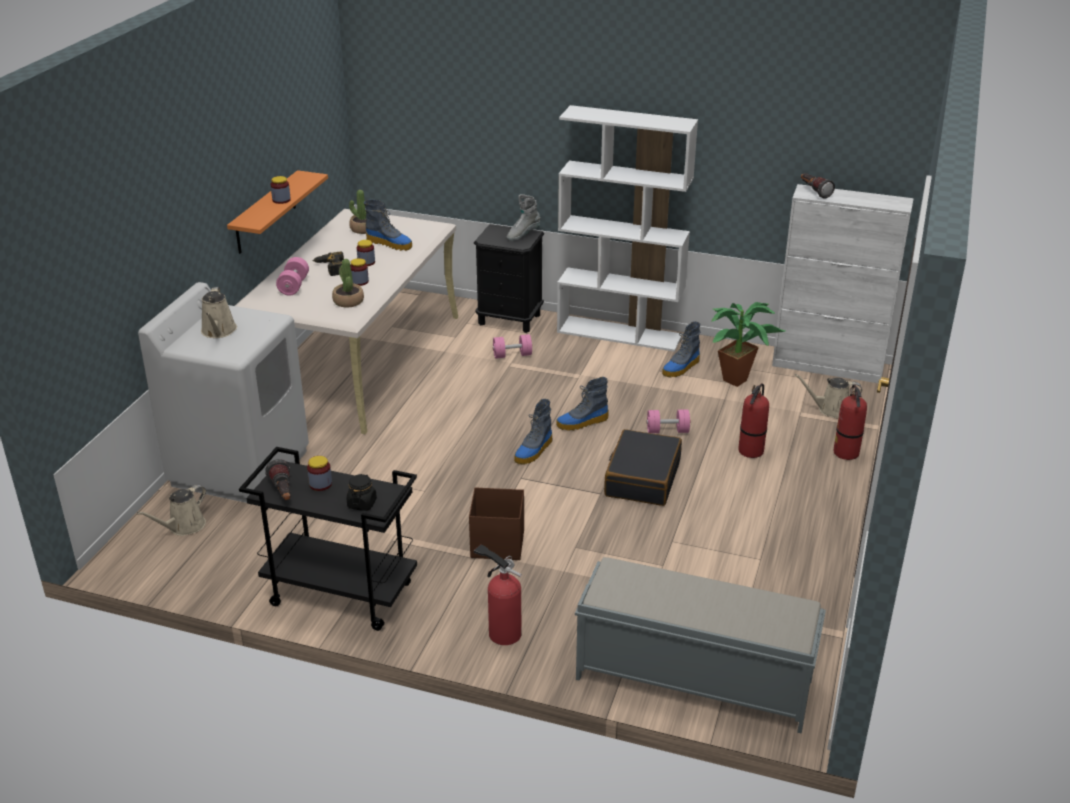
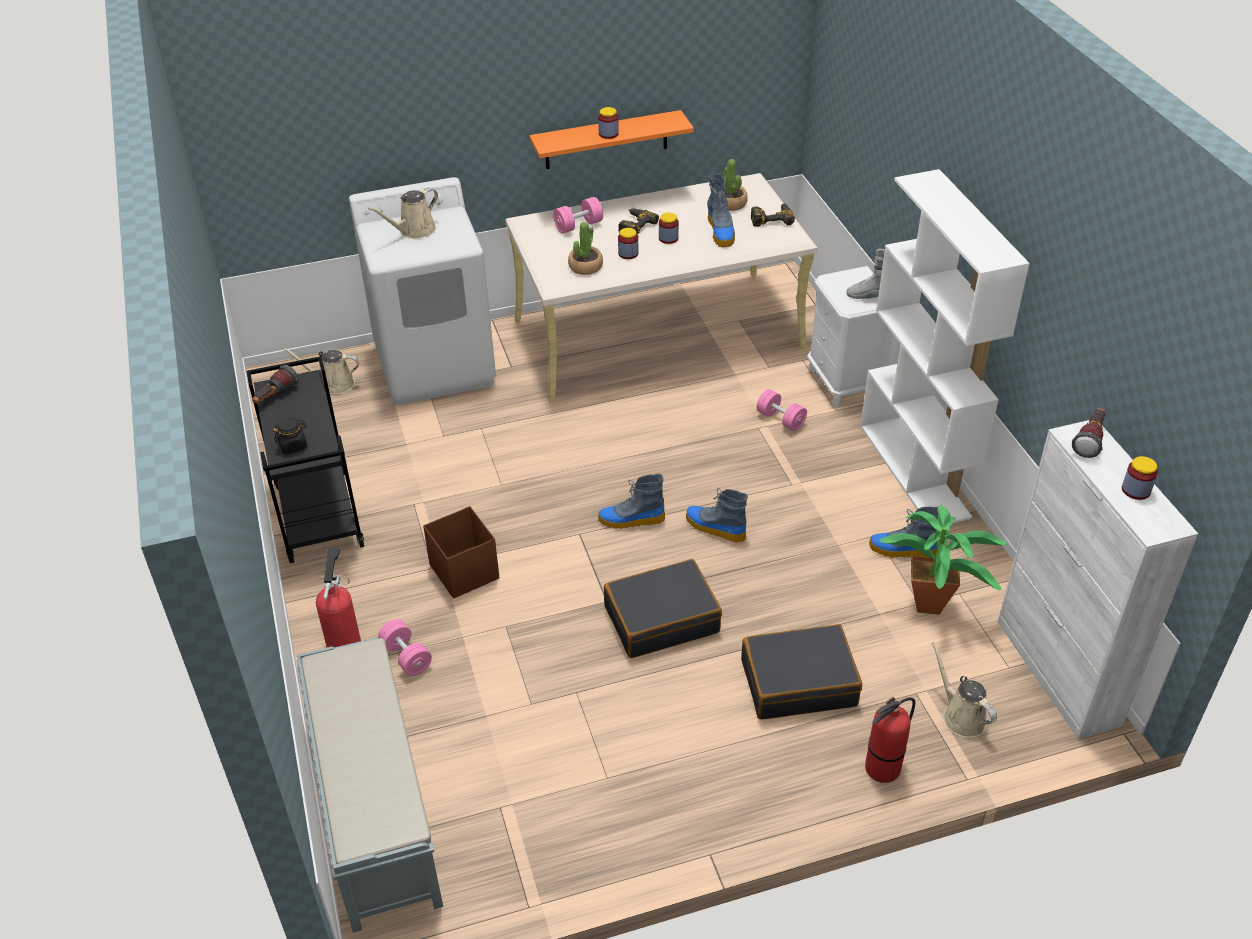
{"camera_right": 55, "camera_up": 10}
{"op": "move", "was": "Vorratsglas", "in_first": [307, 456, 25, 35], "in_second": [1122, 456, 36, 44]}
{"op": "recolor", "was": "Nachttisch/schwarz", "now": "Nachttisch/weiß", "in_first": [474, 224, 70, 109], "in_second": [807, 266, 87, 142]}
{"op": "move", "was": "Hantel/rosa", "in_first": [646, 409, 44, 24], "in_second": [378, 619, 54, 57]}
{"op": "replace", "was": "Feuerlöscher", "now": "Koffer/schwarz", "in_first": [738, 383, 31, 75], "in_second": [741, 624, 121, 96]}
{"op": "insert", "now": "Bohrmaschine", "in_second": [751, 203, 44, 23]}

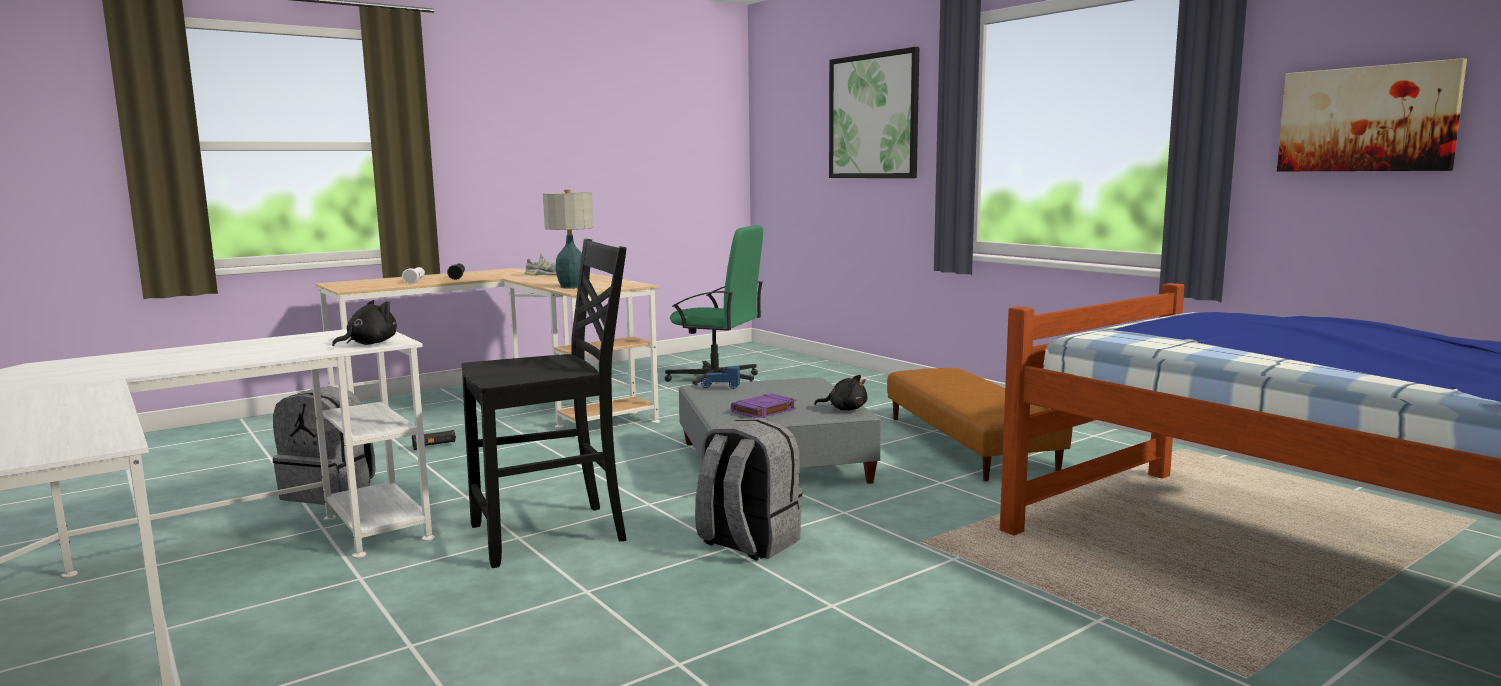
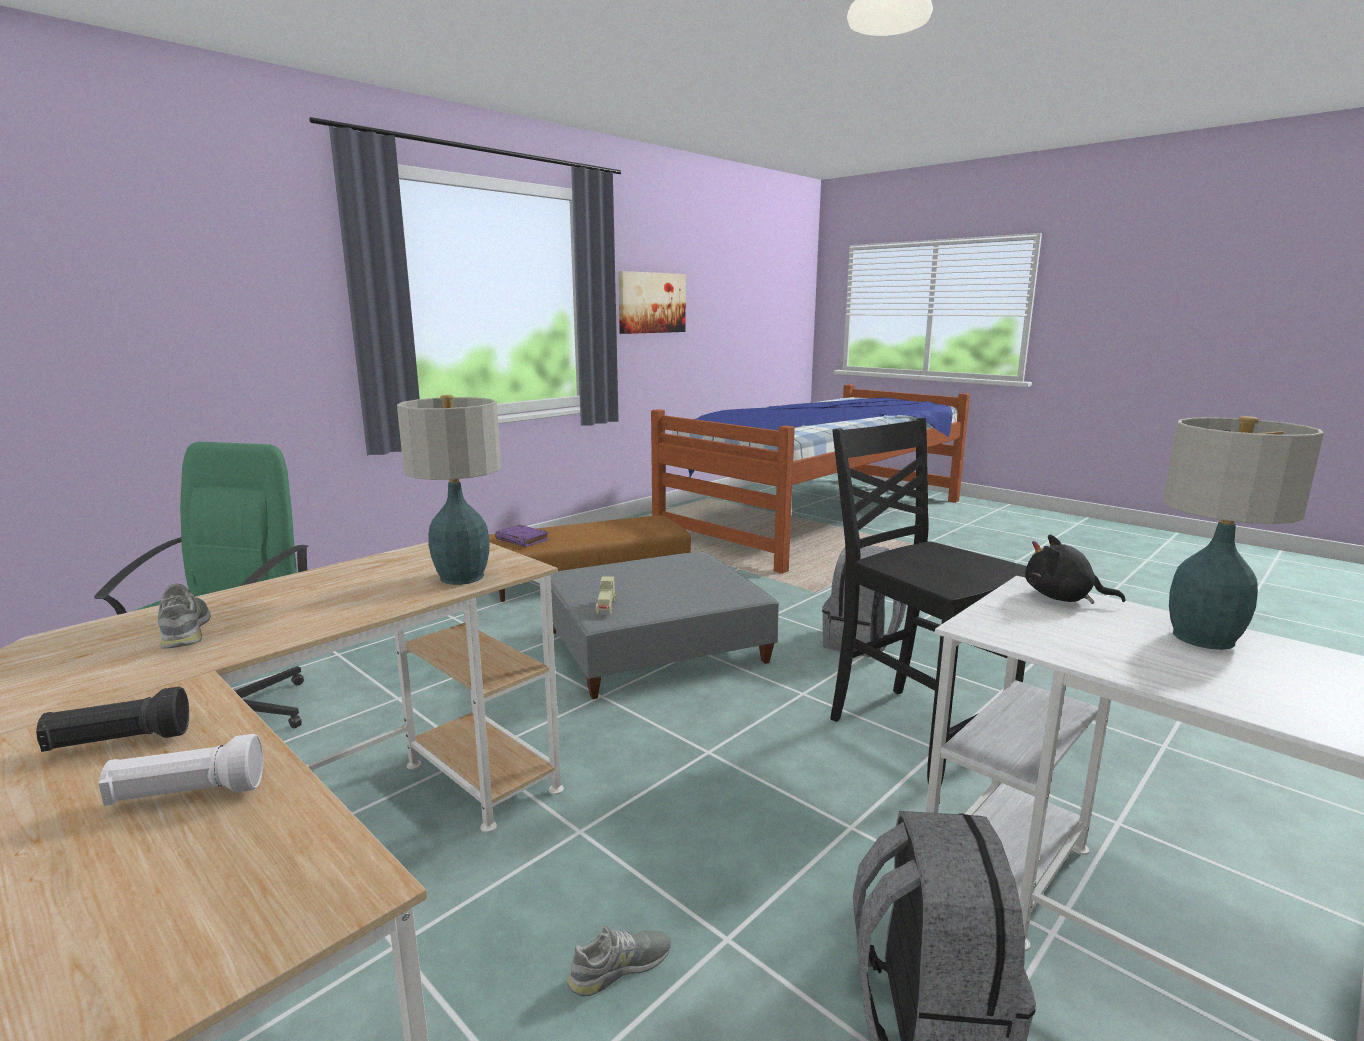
{"camera_right": -100, "camera_up": 5}
{"op": "replace", "was": "Taschenlampe/schwarz", "now": "Schuh/grau", "in_first": [412, 430, 44, 20], "in_second": [567, 925, 104, 71]}
{"op": "recolor", "was": "Spielzeugauto/blau", "now": "Spielzeugauto/beige", "in_first": [701, 366, 39, 23], "in_second": [596, 576, 20, 39]}
{"op": "move", "was": "Buch/lila", "in_first": [731, 393, 65, 25], "in_second": [495, 525, 54, 22]}
{"op": "delete", "was": "Plüschtier/schwarz", "in_first": [814, 375, 54, 35]}
{"op": "delete", "was": "Bild", "in_first": [829, 47, 90, 131]}
{"op": "insert", "now": "Tischlampe", "in_second": [1163, 416, 161, 234]}

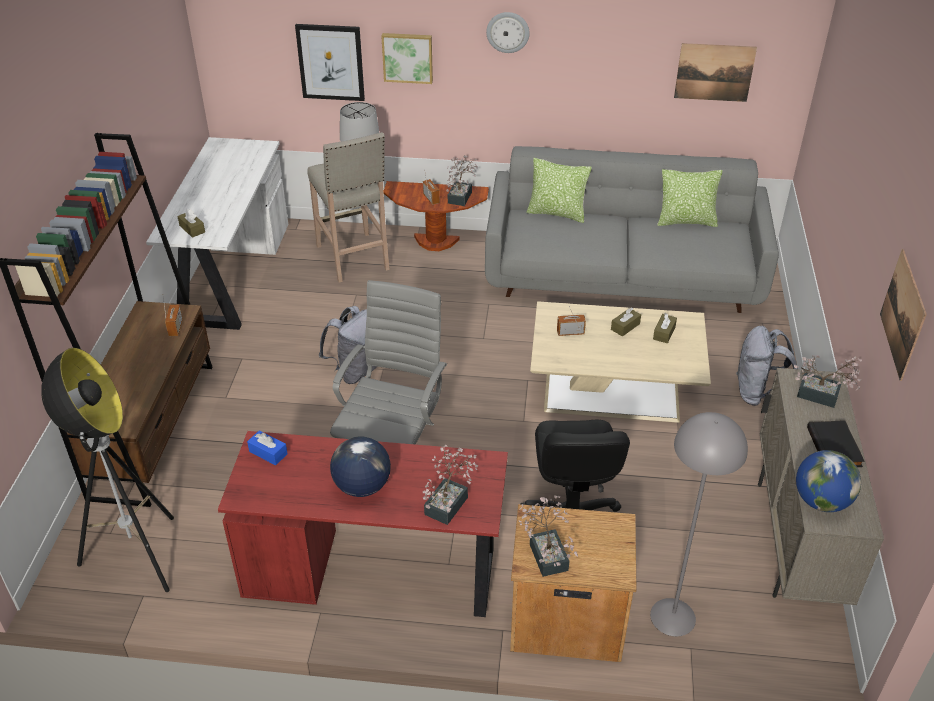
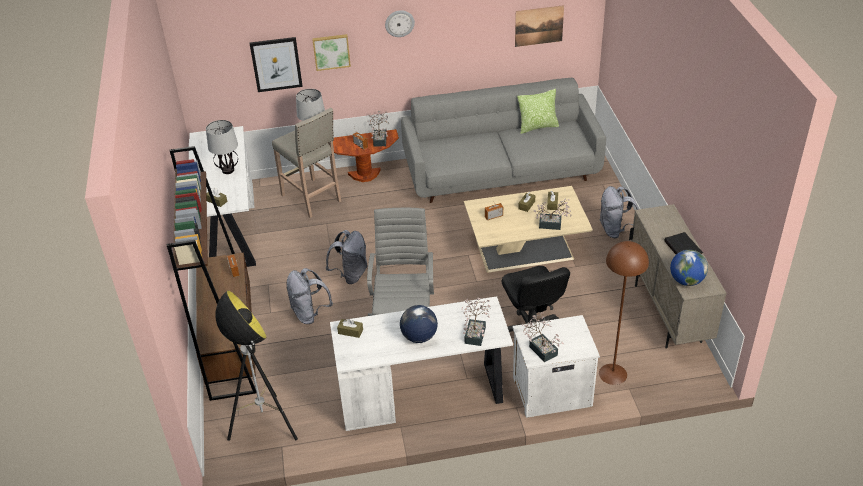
{"camera_right": -15, "camera_up": 0}
{"op": "recolor", "was": "Schreibtisch/rot", "now": "Schreibtisch/weiß", "in_first": [218, 431, 290, 186], "in_second": [330, 296, 183, 135]}
{"op": "recolor", "was": "Taschentuchbox/blau", "now": "Taschentuchbox/braun", "in_first": [247, 430, 41, 35], "in_second": [337, 319, 26, 19]}
{"op": "recolor", "was": "Nachttisch/braun", "now": "Nachttisch/weiß", "in_first": [510, 504, 126, 158], "in_second": [512, 315, 88, 103]}
{"op": "delete", "was": "Kissen", "in_first": [526, 158, 66, 65]}
{"op": "recolor", "was": "Stehlampe/grau", "now": "Stehlampe/braun", "in_first": [650, 412, 98, 224], "in_second": [599, 241, 50, 144]}
{"op": "move", "was": "Topfpflanze", "in_first": [794, 355, 68, 53], "in_second": [534, 198, 38, 32]}
{"op": "delete", "was": "Bild", "in_first": [880, 249, 47, 132]}
{"op": "insert", "now": "Tischlampe", "in_second": [206, 120, 32, 54]}
{"op": "insert", "now": "Rucksack/grau", "in_second": [287, 268, 46, 56]}

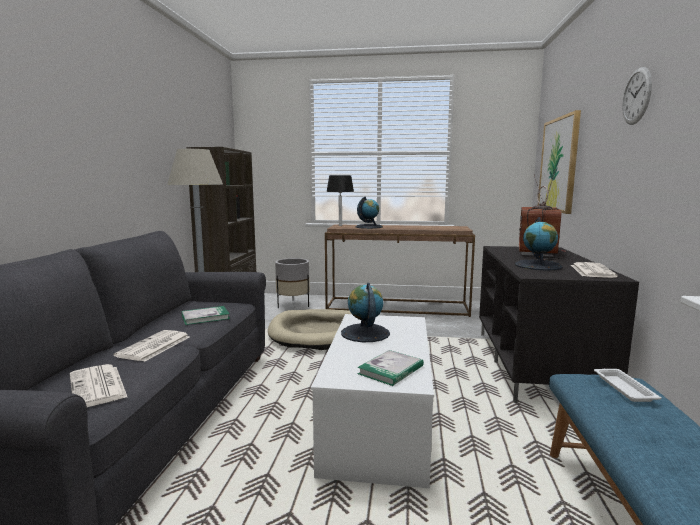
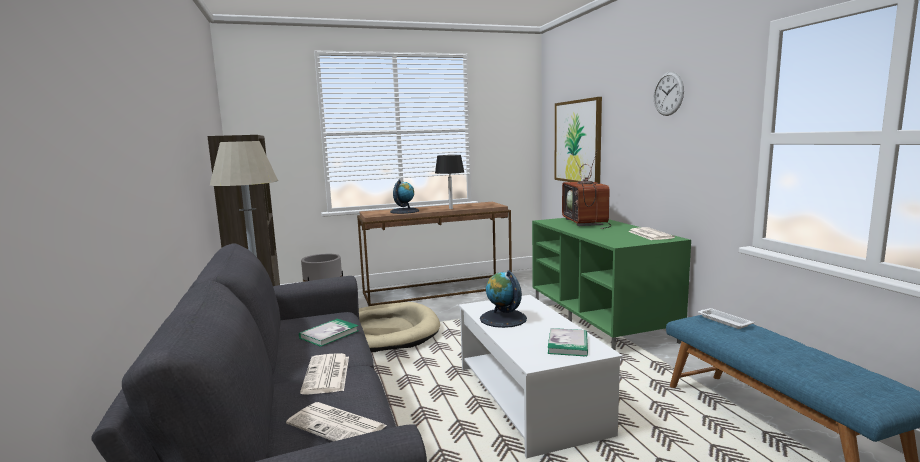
{"camera_right": -25, "camera_up": 0}
{"op": "move", "was": "Tischlampe/schwarz", "in_first": [327, 175, 27, 51], "in_second": [435, 155, 29, 54]}
{"op": "recolor", "was": "Fernsehschrank/schwarz", "now": "Fernsehschrank/grün", "in_first": [479, 246, 160, 157], "in_second": [532, 218, 159, 133]}
{"op": "delete", "was": "Globus", "in_first": [515, 217, 47, 53]}

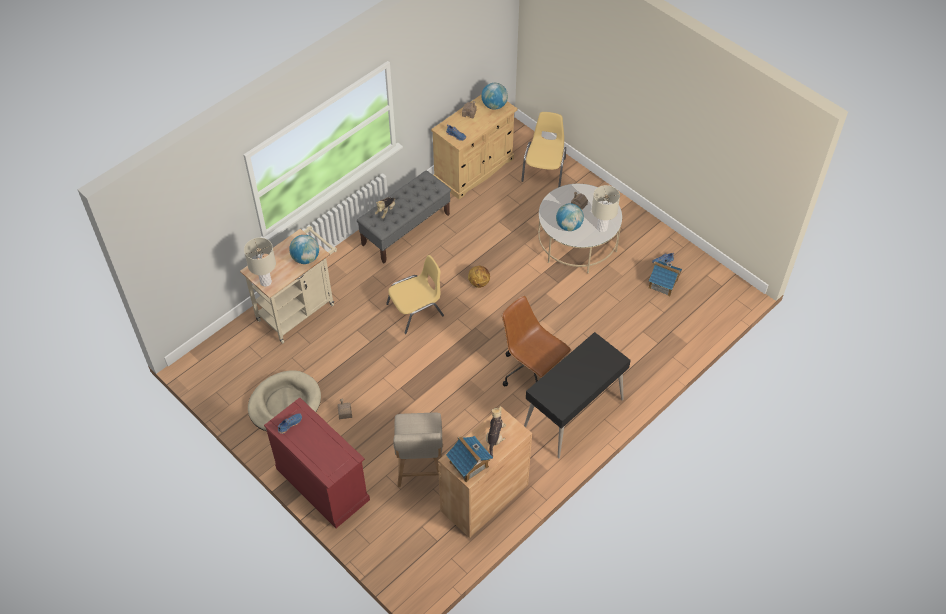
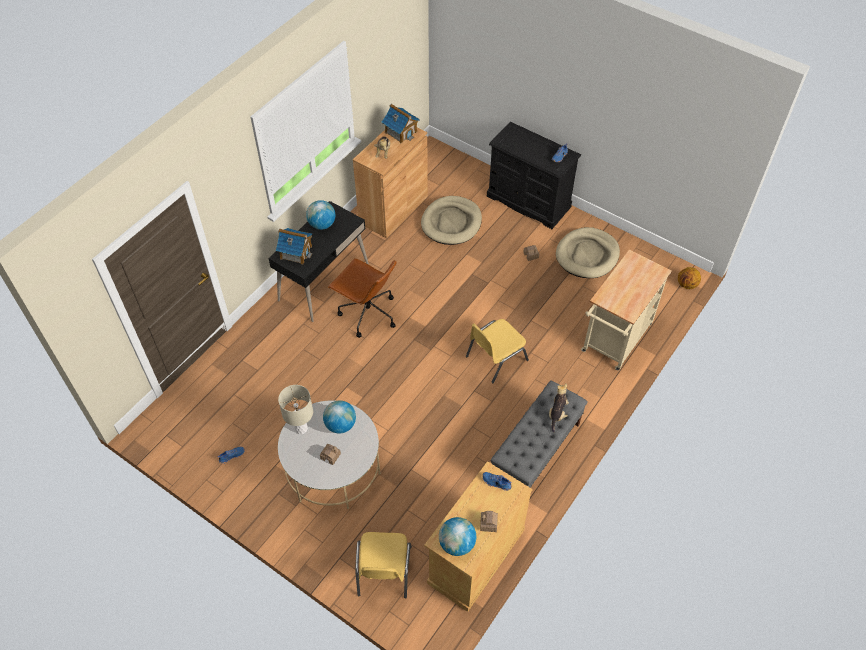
{"camera_right": 170, "camera_up": 0}
{"op": "delete", "was": "Tischlampe/beige", "in_first": [244, 238, 32, 49]}
{"op": "recolor", "was": "Kommode/rot", "now": "Kommode/schwarz", "in_first": [264, 398, 106, 130], "in_second": [487, 122, 94, 107]}
{"op": "move", "was": "Globus", "in_first": [289, 235, 30, 29], "in_second": [306, 200, 29, 30]}
{"op": "replace", "was": "Stuhl/beige", "now": "Hundebett/beige", "in_first": [393, 412, 50, 75], "in_second": [421, 196, 61, 49]}
{"op": "move", "was": "Basketball", "in_first": [468, 266, 22, 22], "in_second": [678, 267, 23, 22]}
{"op": "move", "was": "Spielzeughaus", "in_first": [648, 261, 34, 35], "in_second": [276, 228, 37, 36]}

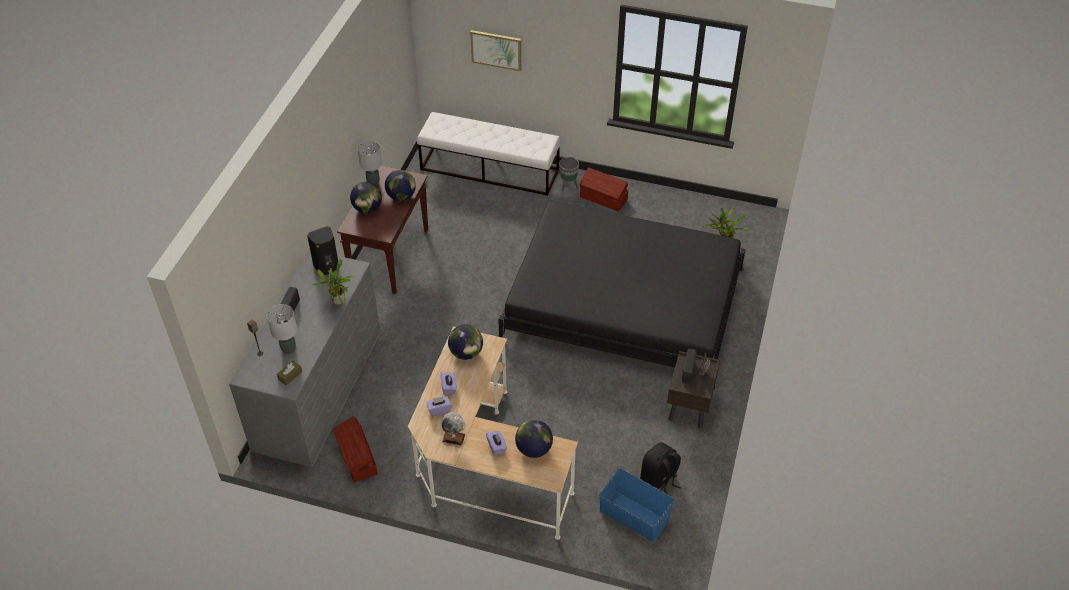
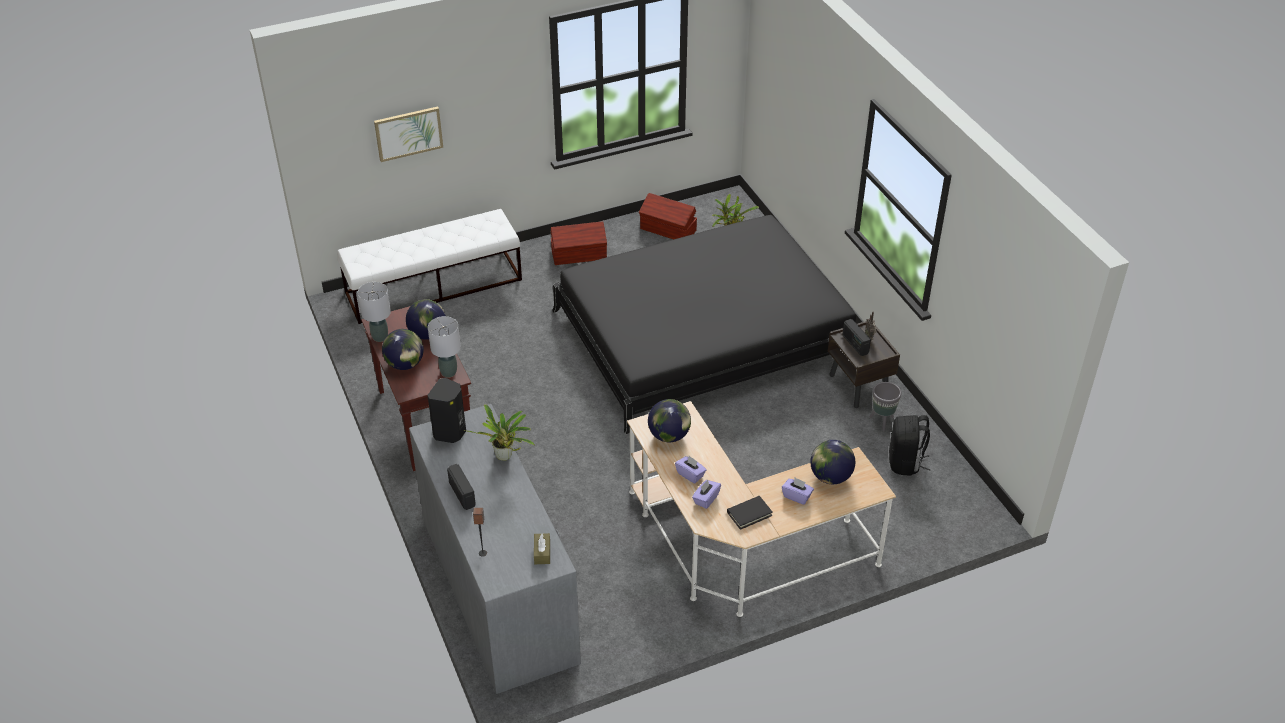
{"camera_right": -40, "camera_up": -5}
{"op": "move", "was": "Tischlampe/grau", "in_first": [267, 304, 30, 50], "in_second": [428, 316, 33, 62]}
{"op": "move", "was": "Aufbewahrungsbox/braun", "in_first": [333, 416, 45, 66], "in_second": [639, 193, 58, 46]}
{"op": "replace", "was": "Globus", "now": "Buch/schwarz", "in_first": [441, 412, 25, 33], "in_second": [727, 496, 46, 34]}
{"op": "move", "was": "Pflanzkübel/grau", "in_first": [559, 157, 20, 35], "in_second": [870, 382, 31, 49]}
{"op": "delete", "was": "Aufbewahrungsbox/blau", "in_first": [599, 468, 75, 74]}

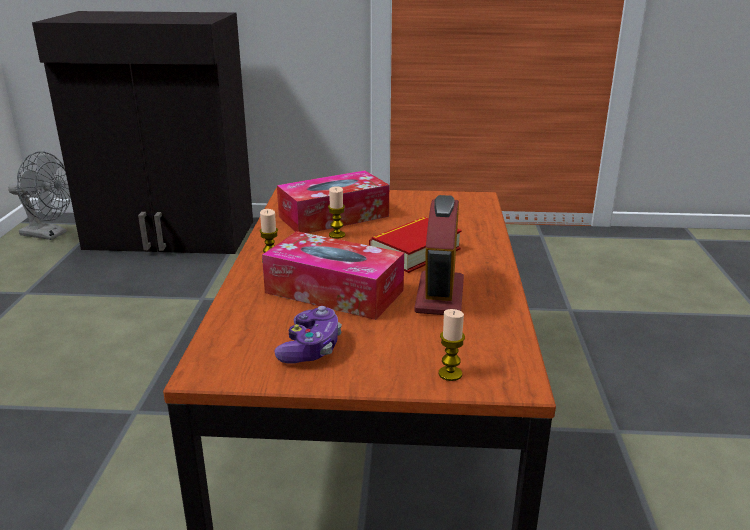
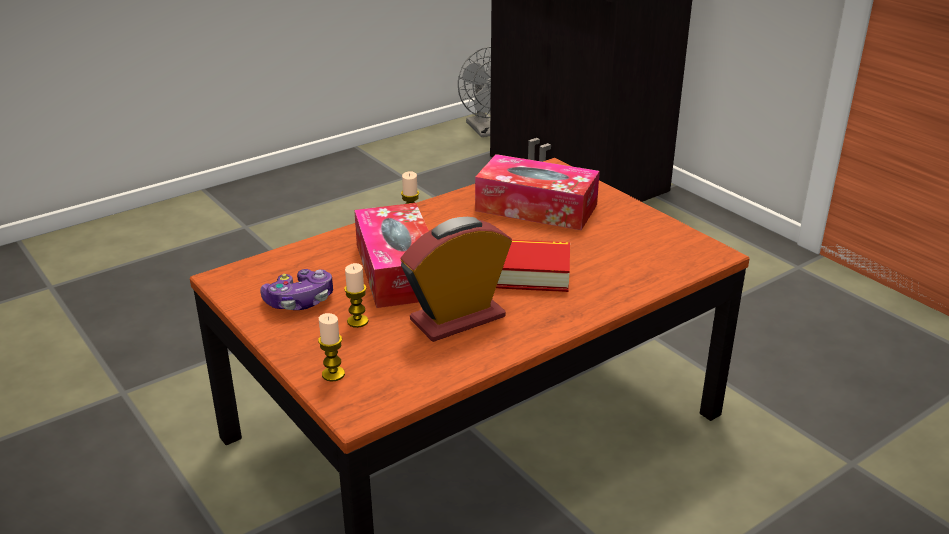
{"camera_right": 50, "camera_up": 5}
{"op": "move", "was": "Kerze", "in_first": [328, 186, 17, 52], "in_second": [344, 263, 24, 65]}

